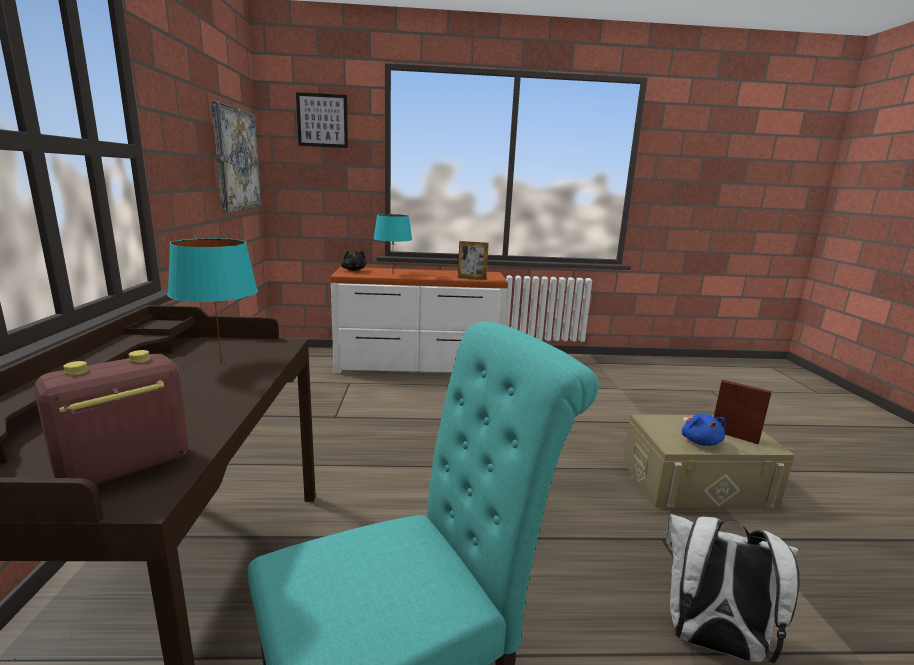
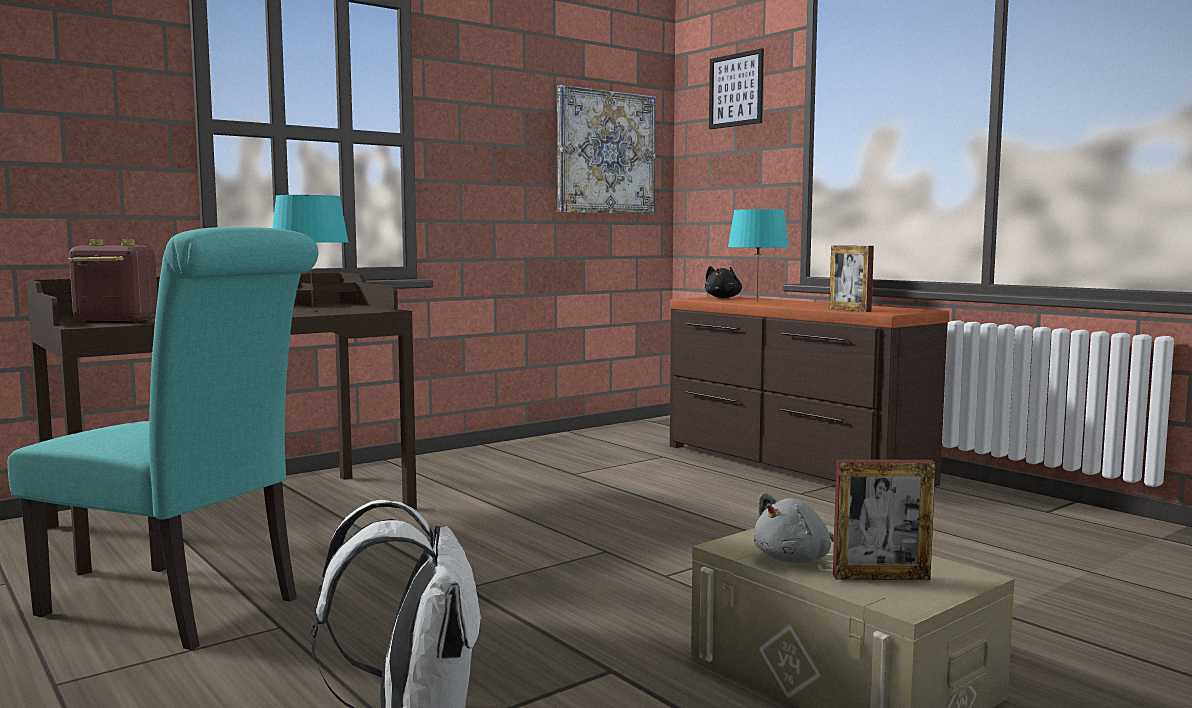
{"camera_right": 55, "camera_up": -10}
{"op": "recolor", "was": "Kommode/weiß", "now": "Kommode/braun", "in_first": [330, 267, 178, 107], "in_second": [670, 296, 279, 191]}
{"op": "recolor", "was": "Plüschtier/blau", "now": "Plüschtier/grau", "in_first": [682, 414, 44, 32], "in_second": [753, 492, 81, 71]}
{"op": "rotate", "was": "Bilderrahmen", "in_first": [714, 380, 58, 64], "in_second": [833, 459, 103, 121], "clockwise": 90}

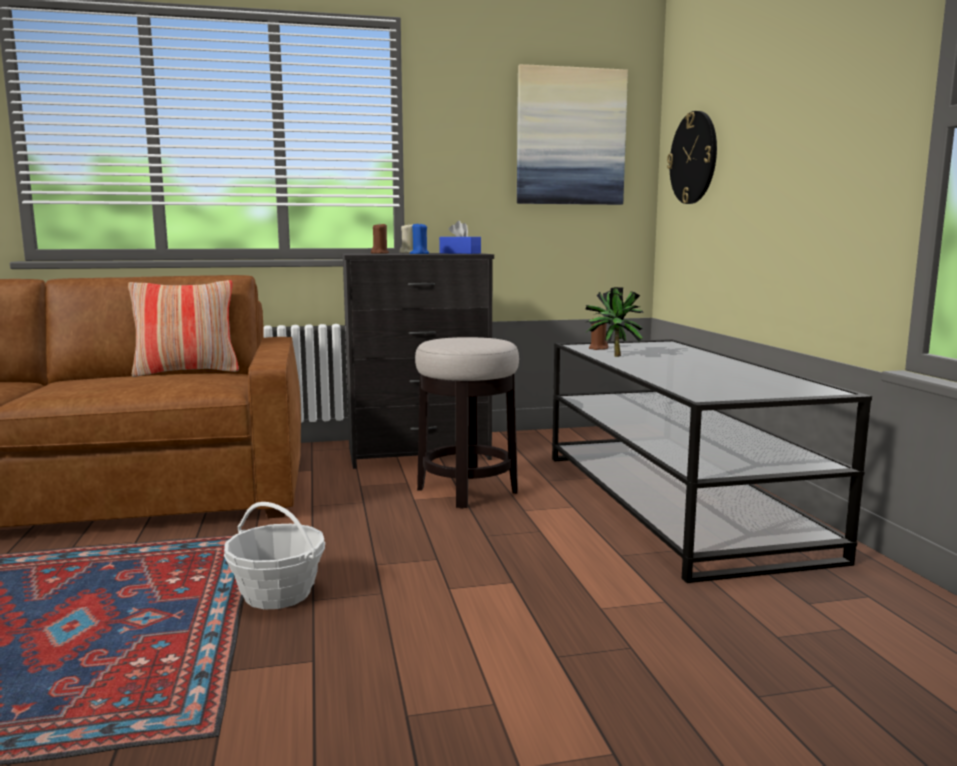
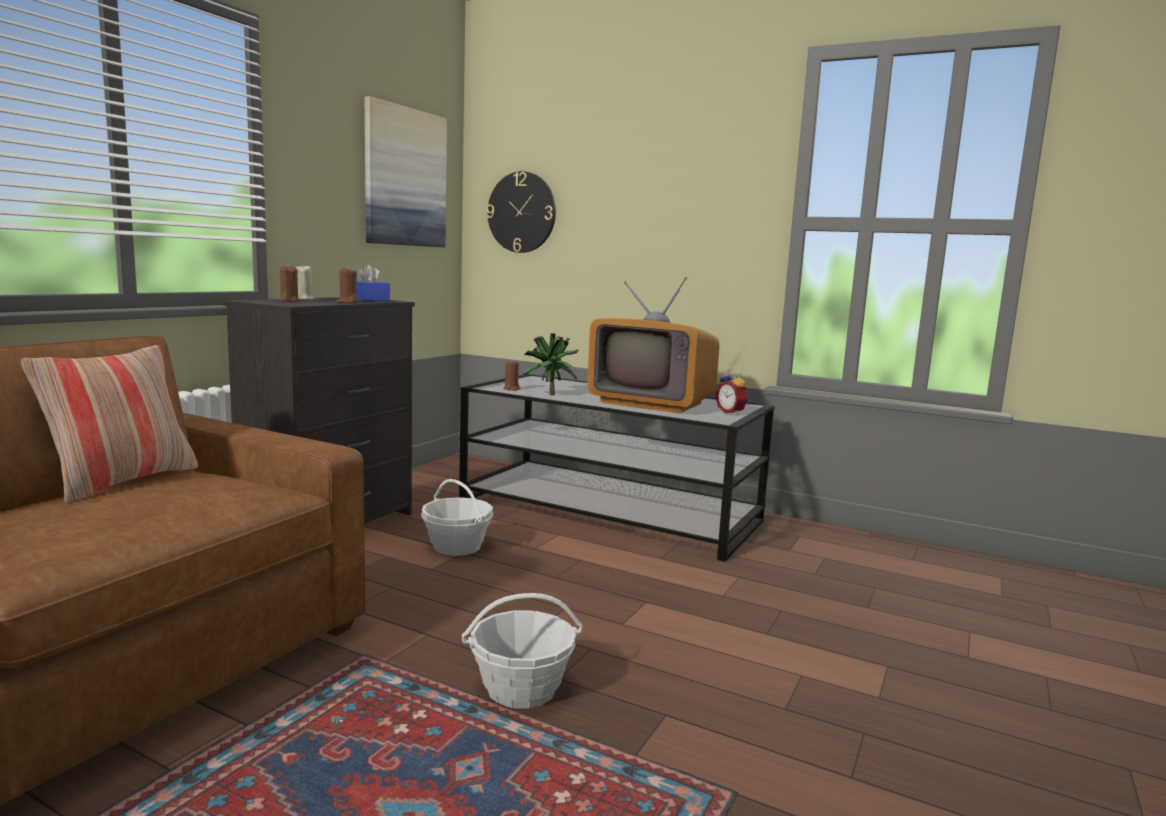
{"camera_right": -50, "camera_up": 0}
{"op": "recolor", "was": "Kerze/blau", "now": "Kerze/braun", "in_first": [410, 222, 19, 32], "in_second": [336, 267, 24, 36]}
{"op": "replace", "was": "Hocker", "now": "Korb", "in_first": [415, 337, 104, 172], "in_second": [421, 479, 72, 77]}
{"op": "insert", "now": "Fernseher", "in_second": [587, 277, 133, 136]}
{"op": "insert", "now": "Wecker", "in_second": [715, 369, 33, 46]}

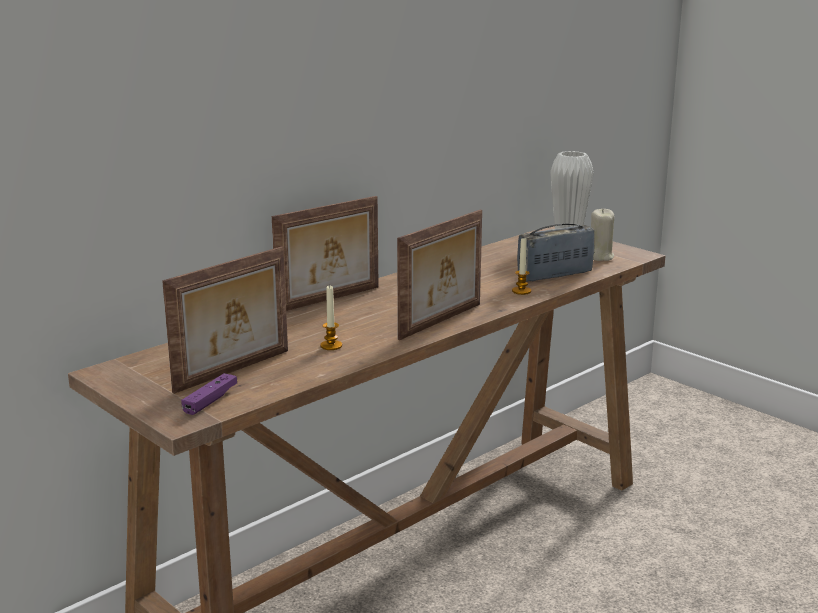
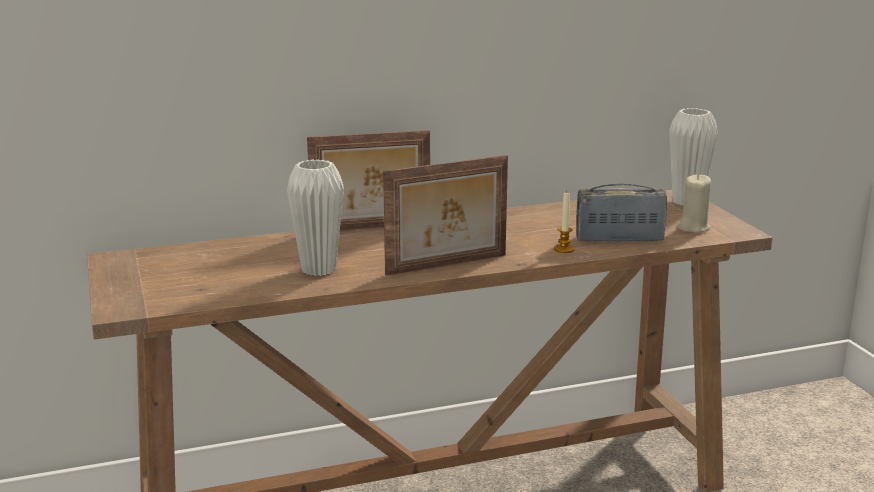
{"camera_right": 25, "camera_up": 0}
{"op": "delete", "was": "Bilderrahmen", "in_first": [162, 246, 126, 148]}
{"op": "delete", "was": "Gamepad/lila", "in_first": [181, 373, 56, 42]}
{"op": "replace", "was": "Kerze", "now": "Vase/weiß", "in_first": [320, 286, 22, 64], "in_second": [287, 159, 57, 117]}

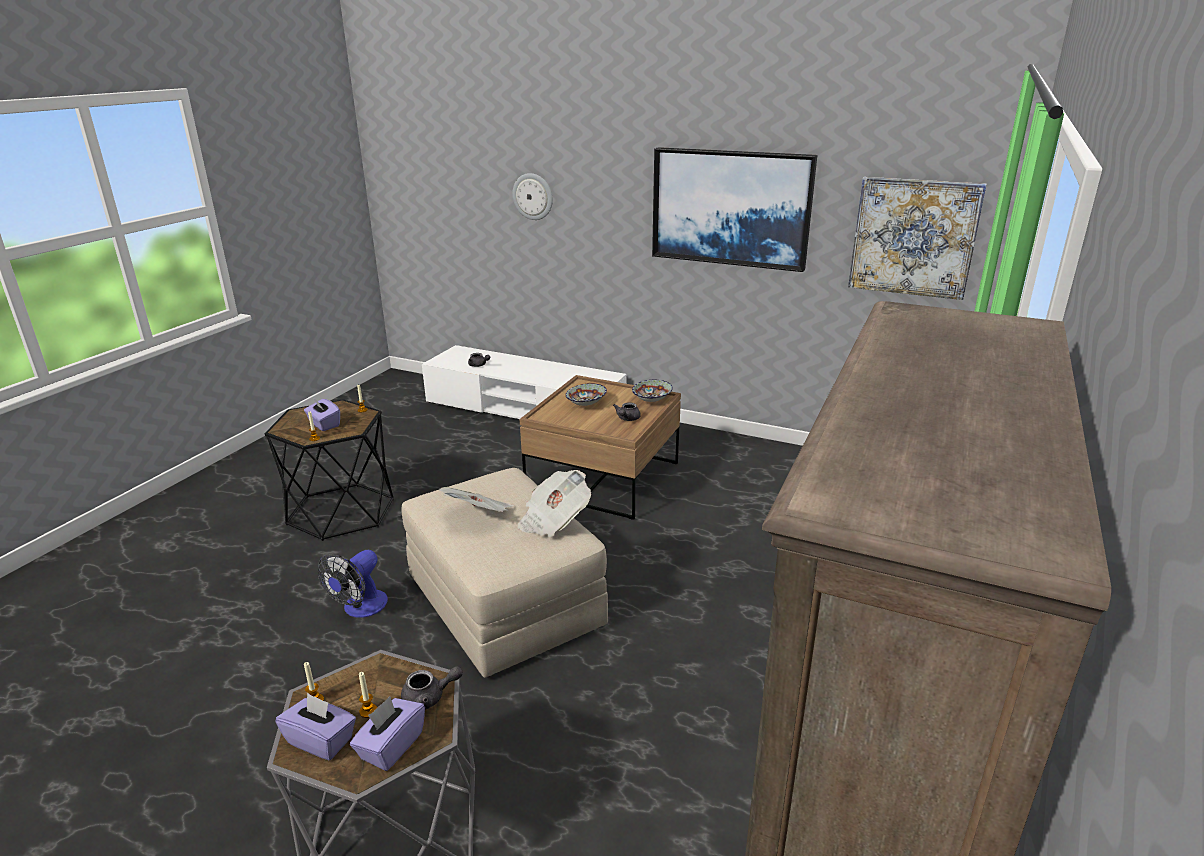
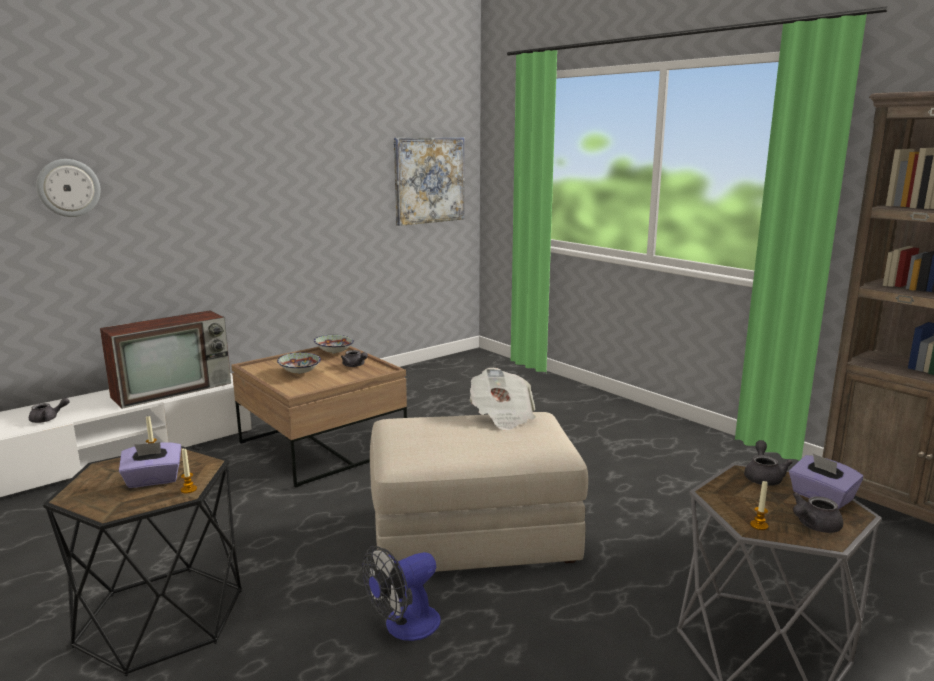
{"camera_right": -65, "camera_up": -10}
{"op": "replace", "was": "Taschentuchbox/lila", "now": "Teekanne/grau", "in_first": [275, 692, 81, 68], "in_second": [793, 492, 50, 41]}
{"op": "rotate", "was": "Ventilator", "in_first": [318, 550, 70, 68], "in_second": [362, 546, 79, 95], "clockwise": 90}
{"op": "delete", "was": "Kerze", "in_first": [359, 672, 18, 46]}
{"op": "delete", "was": "Zeitung", "in_first": [439, 487, 76, 25]}
{"op": "delete", "was": "Bild", "in_first": [652, 147, 165, 125]}
{"op": "insert", "now": "Fernseher", "in_second": [100, 310, 131, 99]}

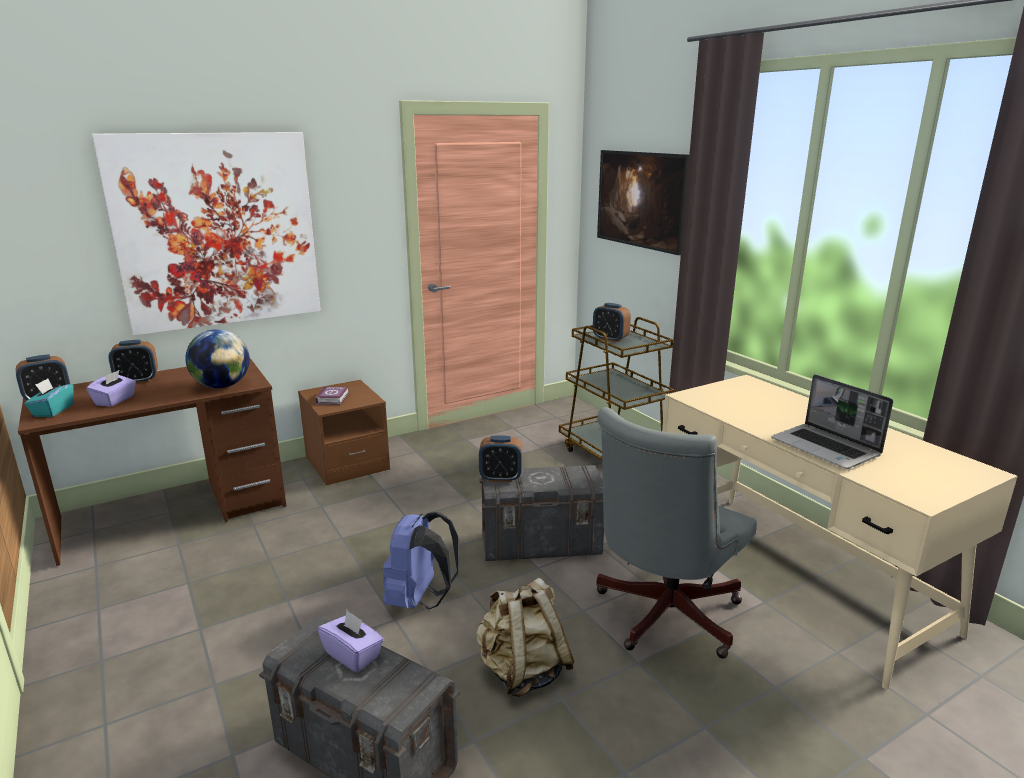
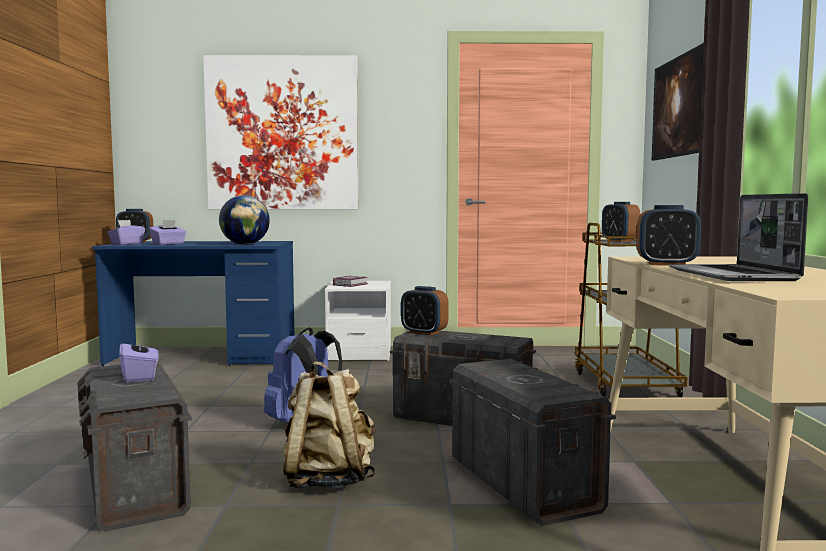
{"camera_right": 30, "camera_up": -15}
{"op": "recolor", "was": "Schreibtisch/braun", "now": "Schreibtisch/blau", "in_first": [18, 358, 268, 208], "in_second": [92, 241, 202, 125]}
{"op": "recolor", "was": "Taschentuchbox/türkis", "now": "Taschentuchbox/lila", "in_first": [24, 379, 50, 38], "in_second": [108, 220, 37, 25]}
{"op": "move", "was": "Wecker", "in_first": [108, 340, 50, 43], "in_second": [636, 205, 65, 61]}
{"op": "recolor", "was": "Nachttisch/braun", "now": "Nachttisch/weiß", "in_first": [298, 380, 92, 106], "in_second": [325, 281, 66, 80]}
{"op": "replace", "was": "Bürostuhl/grau", "now": "Aufbewahrungsbox/grau", "in_first": [596, 407, 161, 252], "in_second": [449, 359, 167, 167]}

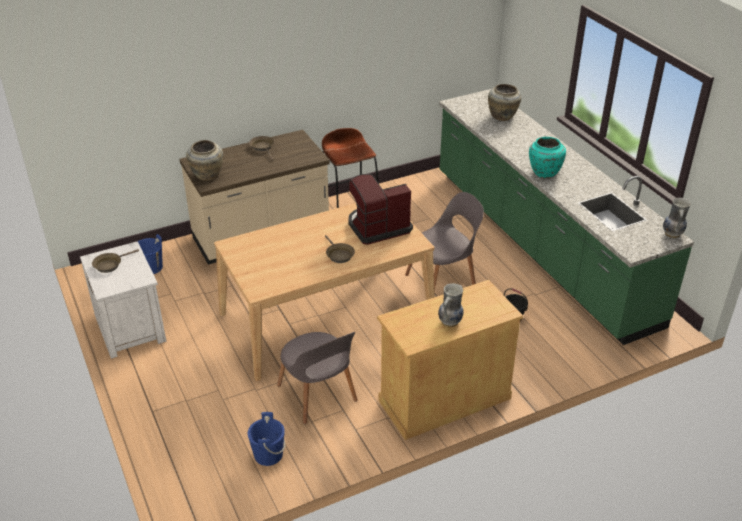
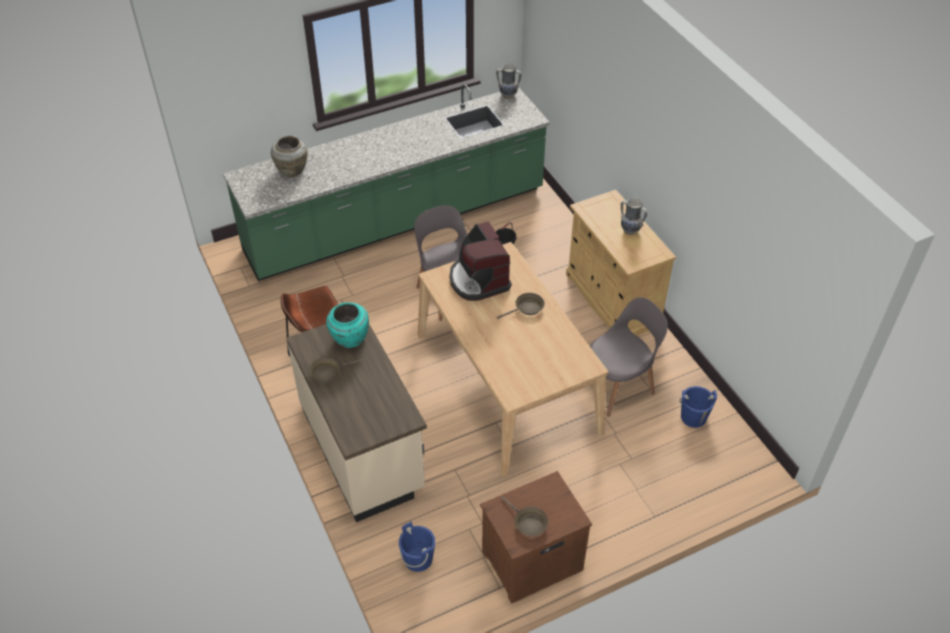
{"camera_right": -90, "camera_up": 10}
{"op": "recolor", "was": "Nachttisch/weiß", "now": "Nachttisch/braun", "in_first": [80, 241, 87, 118], "in_second": [480, 471, 112, 133]}
{"op": "delete", "was": "Vase/beige", "in_first": [186, 140, 37, 41]}
{"op": "move", "was": "Vase/türkis", "in_first": [529, 137, 37, 41], "in_second": [326, 302, 43, 46]}

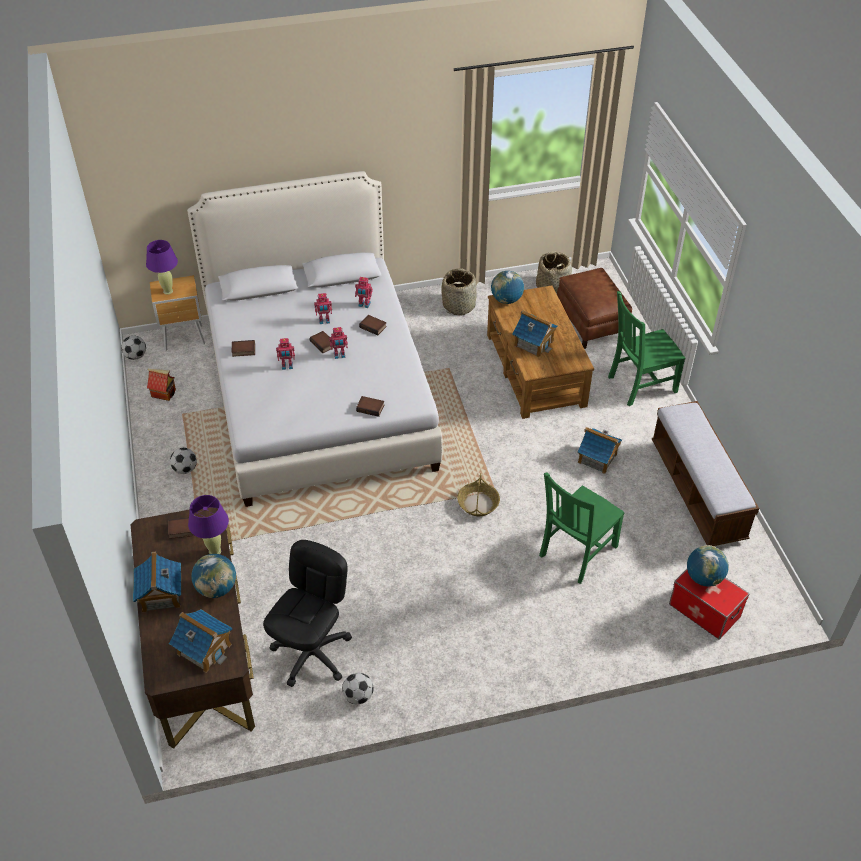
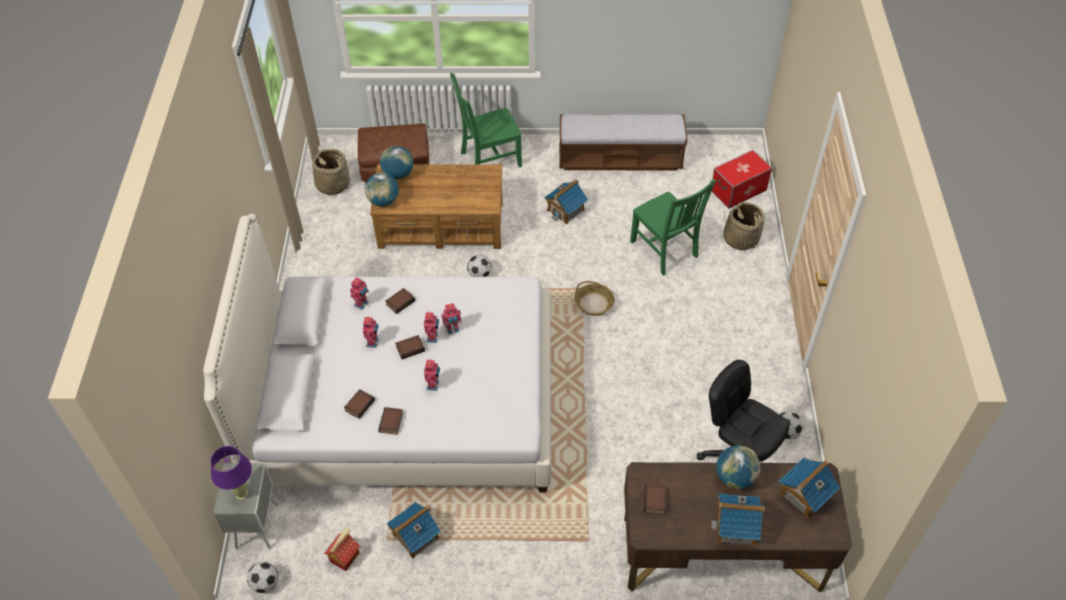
{"camera_right": -75, "camera_up": 5}
{"op": "recolor", "was": "Nachttisch/braun", "now": "Nachttisch/grau", "in_first": [150, 275, 55, 76], "in_second": [213, 464, 65, 85]}
{"op": "move", "was": "Fußball", "in_first": [170, 448, 27, 26], "in_second": [467, 255, 25, 22]}
{"op": "delete", "was": "Tischlampe/lila", "in_first": [188, 495, 41, 59]}
{"op": "move", "was": "Buch", "in_first": [356, 396, 28, 21], "in_second": [344, 389, 31, 30]}
{"op": "move", "was": "Korb", "in_first": [441, 268, 35, 47], "in_second": [723, 202, 42, 48]}
{"op": "move", "was": "Spielzeughaus", "in_first": [512, 311, 46, 47], "in_second": [387, 502, 54, 57]}
{"op": "rotate", "was": "Stuhl/grün", "in_first": [608, 291, 77, 115], "in_second": [450, 73, 72, 94], "clockwise": 75}
{"op": "move", "was": "Globus", "in_first": [687, 545, 42, 42], "in_second": [380, 146, 34, 33]}
{"op": "insert", "now": "Spielzeugroboter", "in_second": [441, 303, 21, 31]}

